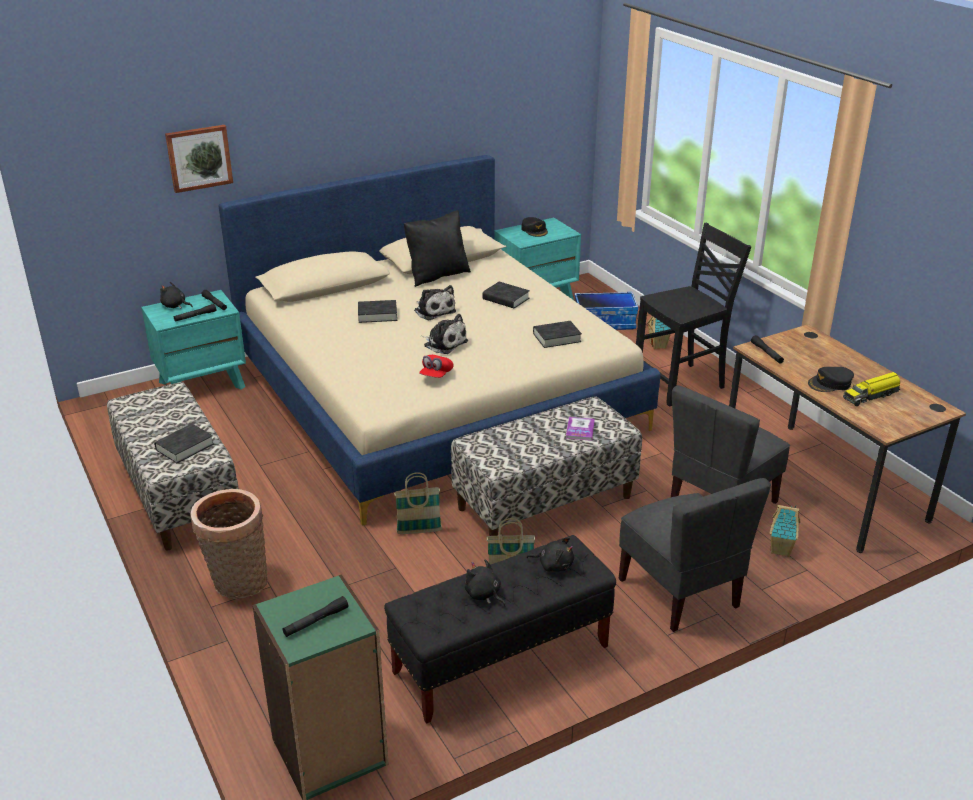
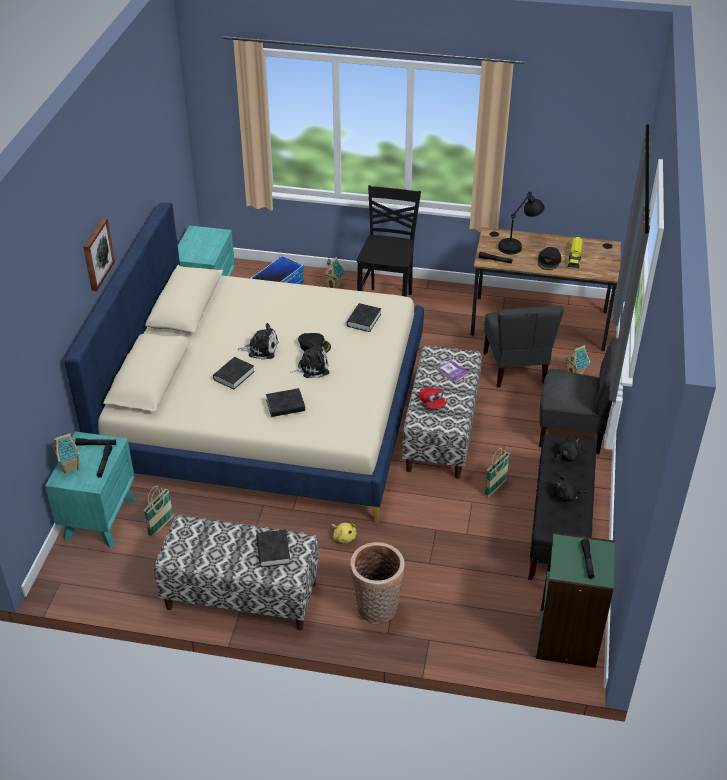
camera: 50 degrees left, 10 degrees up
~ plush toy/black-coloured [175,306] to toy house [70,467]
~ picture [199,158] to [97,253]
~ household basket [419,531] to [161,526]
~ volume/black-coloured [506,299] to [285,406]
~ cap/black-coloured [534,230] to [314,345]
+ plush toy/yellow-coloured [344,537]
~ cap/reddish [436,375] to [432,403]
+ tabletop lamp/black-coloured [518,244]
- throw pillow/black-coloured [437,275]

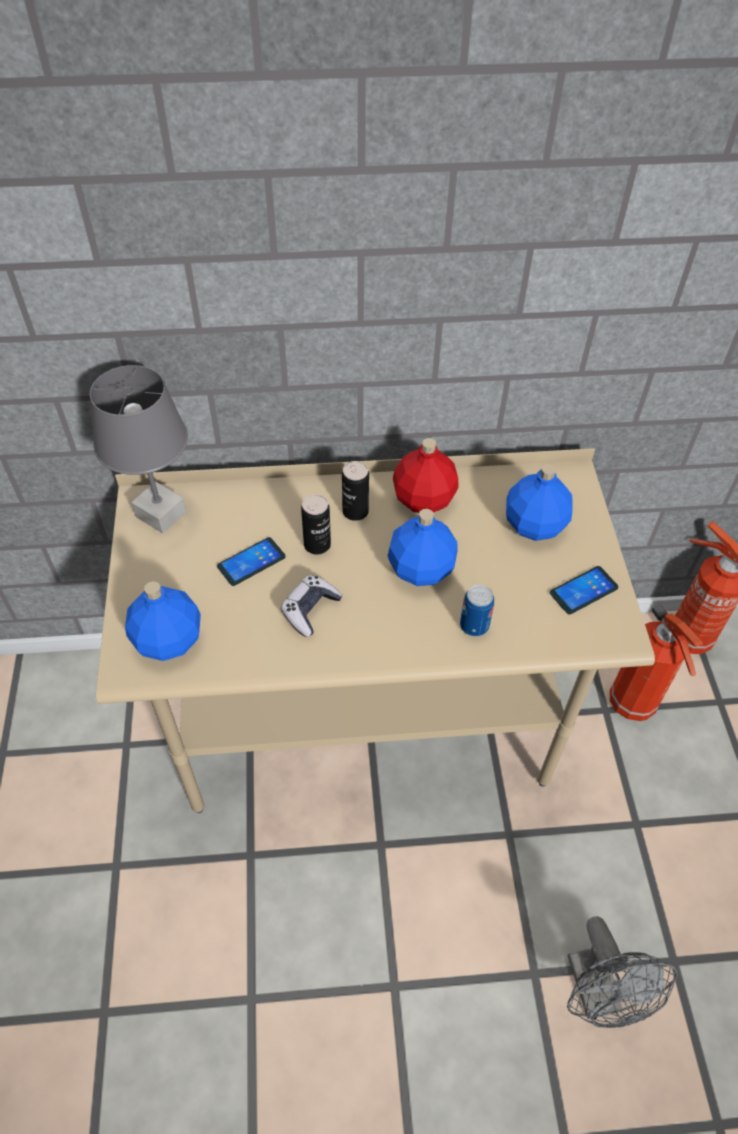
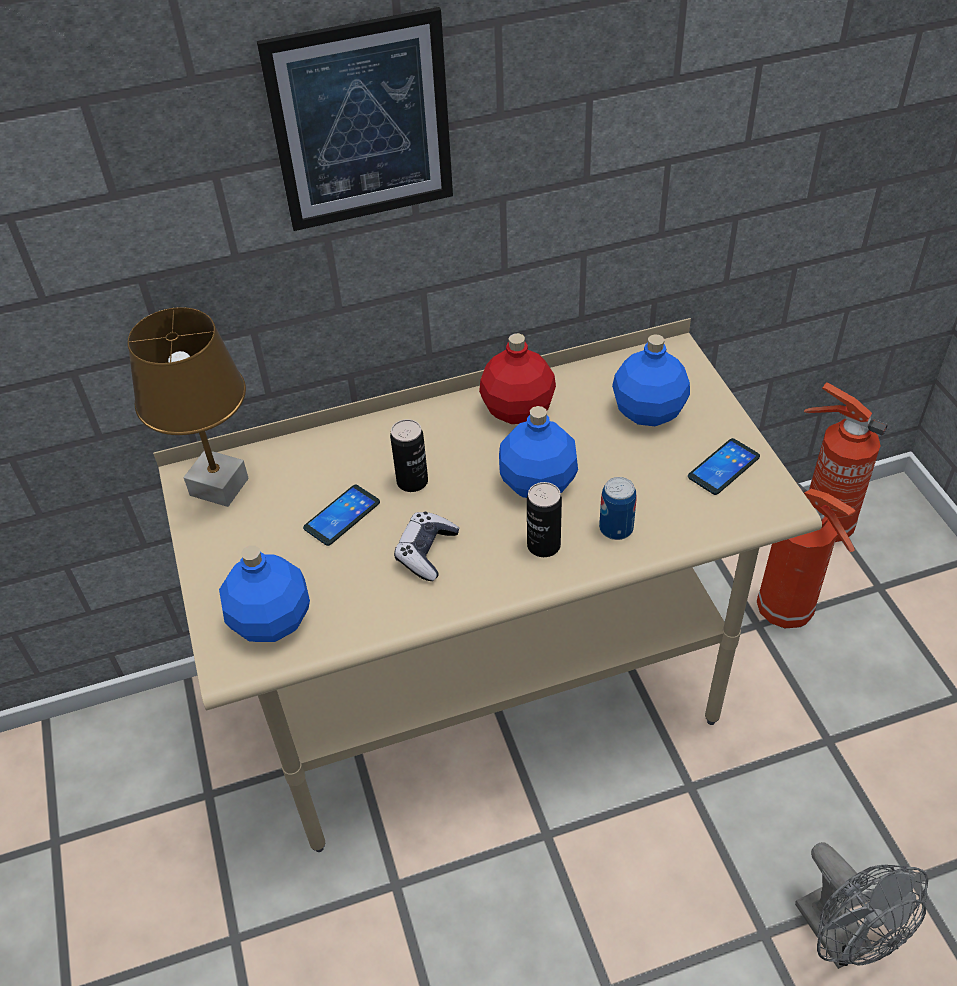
camera: 10 degrees left, 5 degrees down
~ tabletop lamp/greyish [162,514] to tabletop lamp/brown-coloured [220,486]
+ picture [362,123]
~ can [355,511] to [543,545]

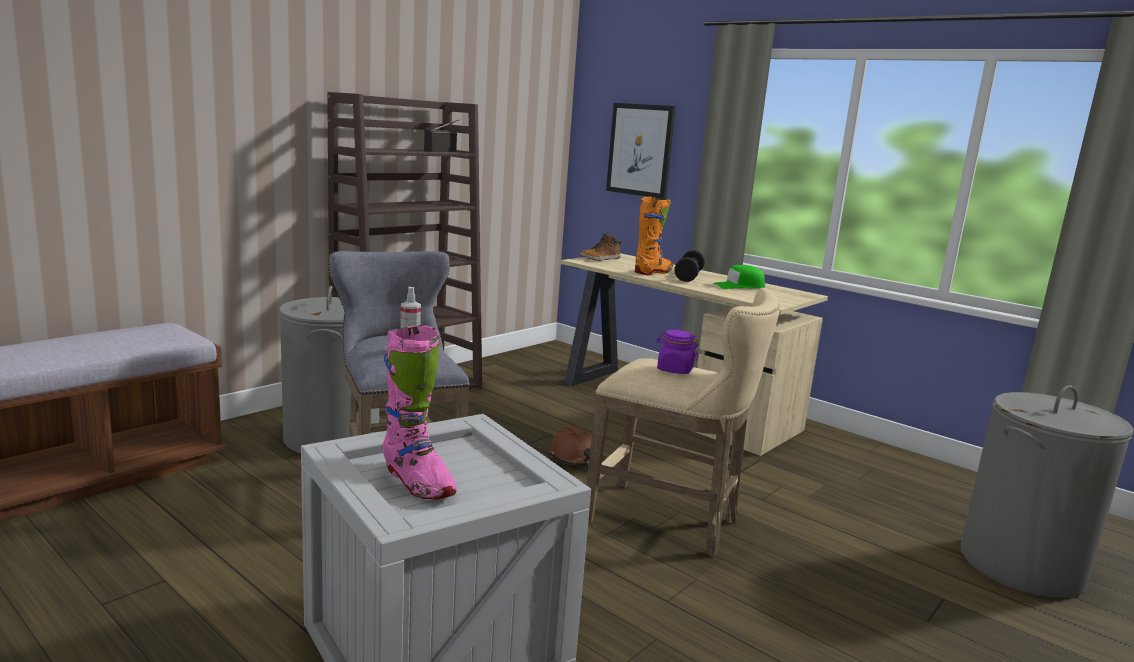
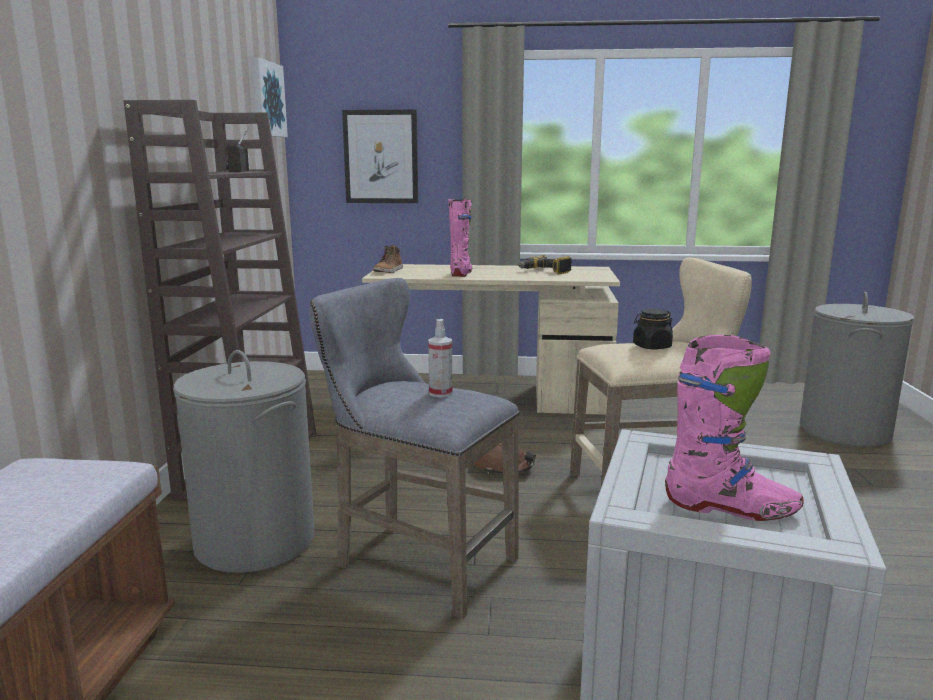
camera: 35 degrees left, 0 degrees up
+ picture [267,99]
~ tall boot/orangey [653,272] to tall boot/pink [461,274]
~ cap/green [739,286] to power drill [545,271]
~ preserve jar/purple-coloured [674,370] to preserve jar/black-coloured [651,347]
- free weight/black-coloured [688,276]

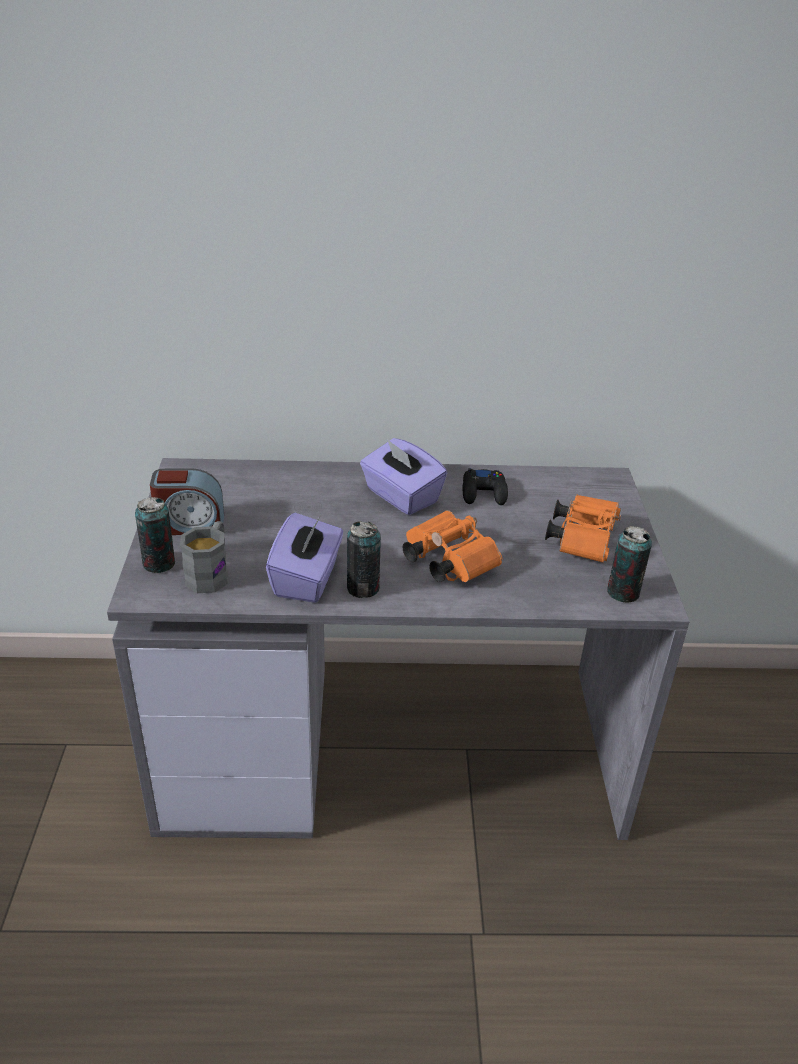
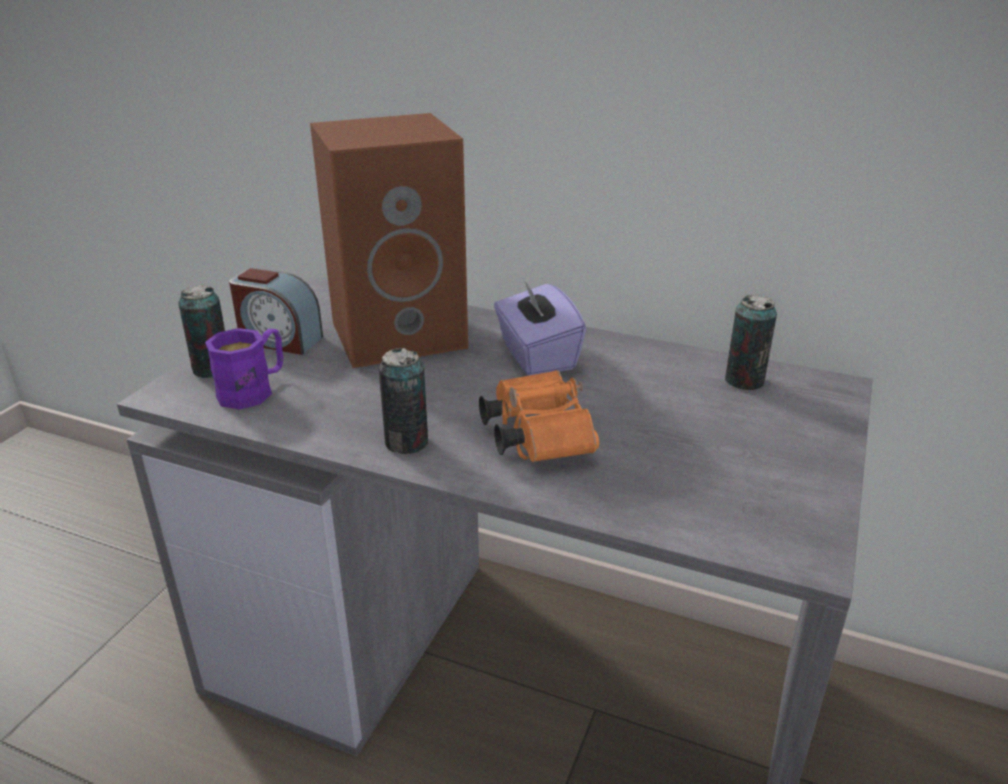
camera: 25 degrees right, 5 degrees down
~ tea mug/greyish [211,573] to tea mug/purple-coloured [254,390]
+ loudspeaker/brown-coloured [401,333]
~ can [623,593] to [744,381]
- tissue box/purple-coloured [307,579]
- joypad/black-coloured [484,493]
- pair of binoculars/orangey [583,539]

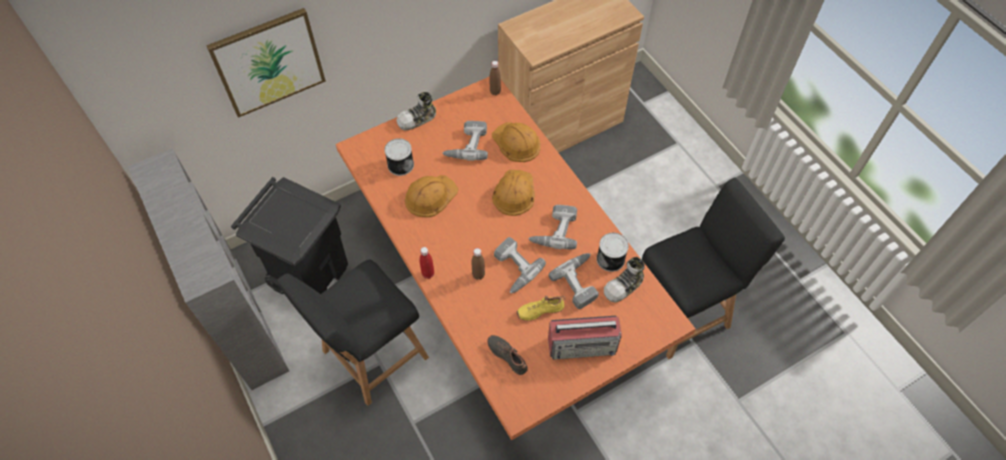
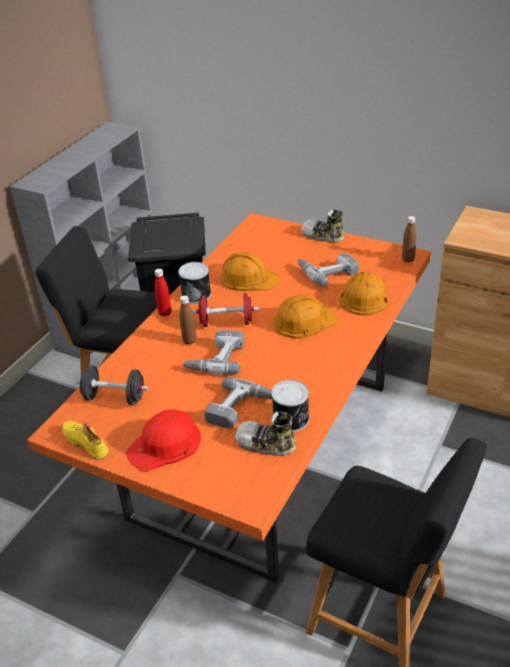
camera: 60 degrees right, 20 degrees down
~ item of footwear/yellow-coloured [540,309] to [87,442]
~ item of footwear/black-coloured [508,355] to free weight/black-coloured [115,398]
~ radio receiver [583,345] to hard hat/reddish [165,444]
~ can [400,164] to [196,294]
+ free weight/reddish [226,322]
- picture [268,62]
- power drill [554,230]

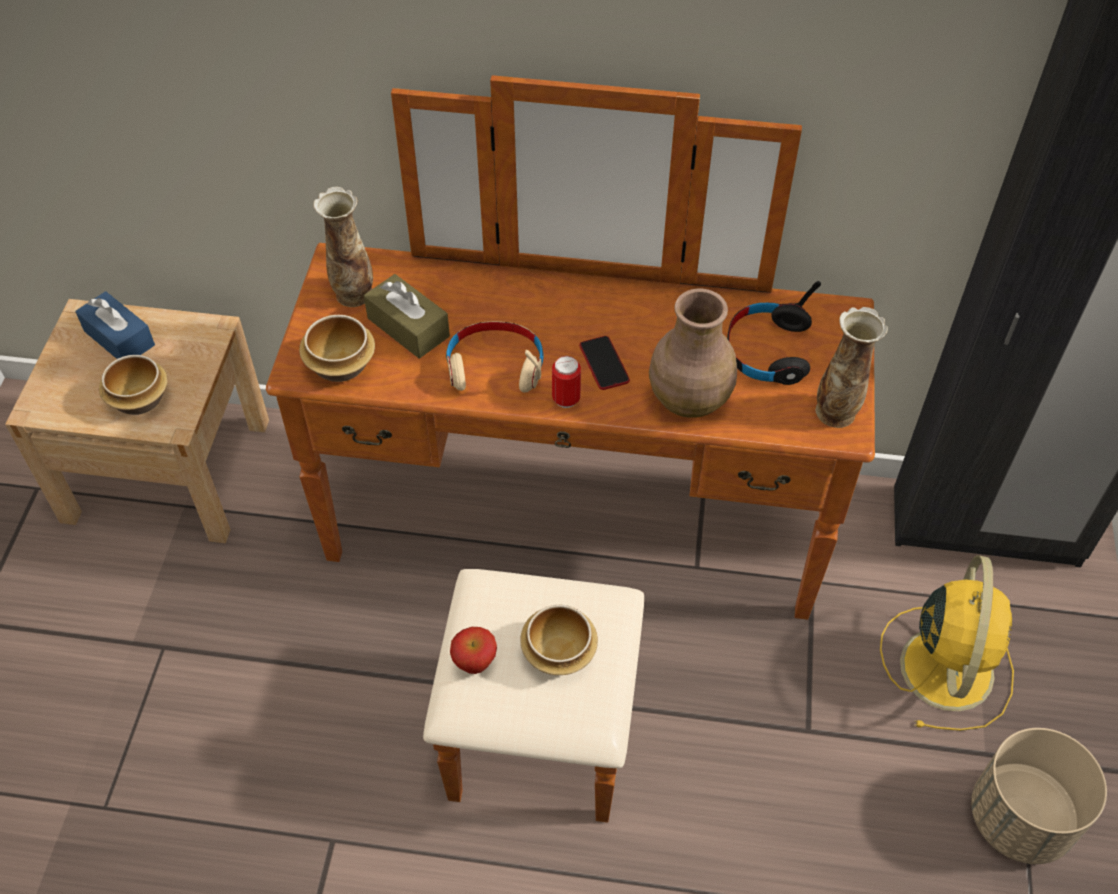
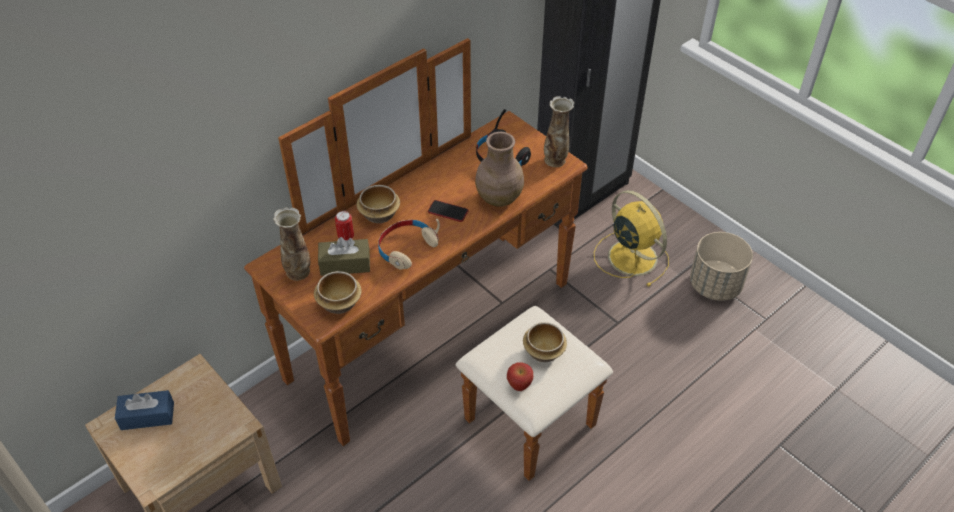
camera: 50 degrees left, 5 degrees down
~ can [566,399] to [346,237]
~ bowl [138,400] to [378,215]

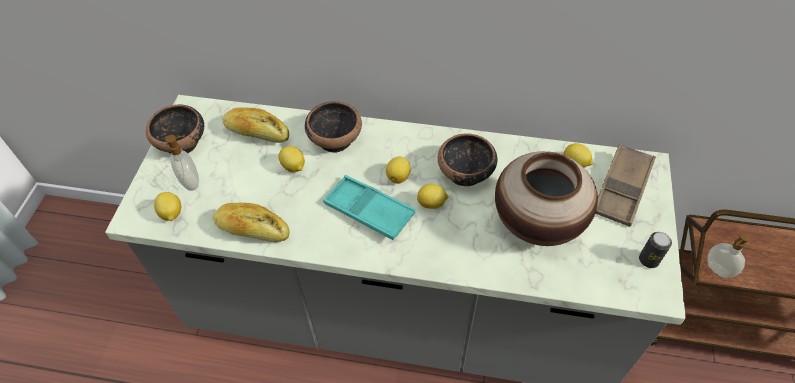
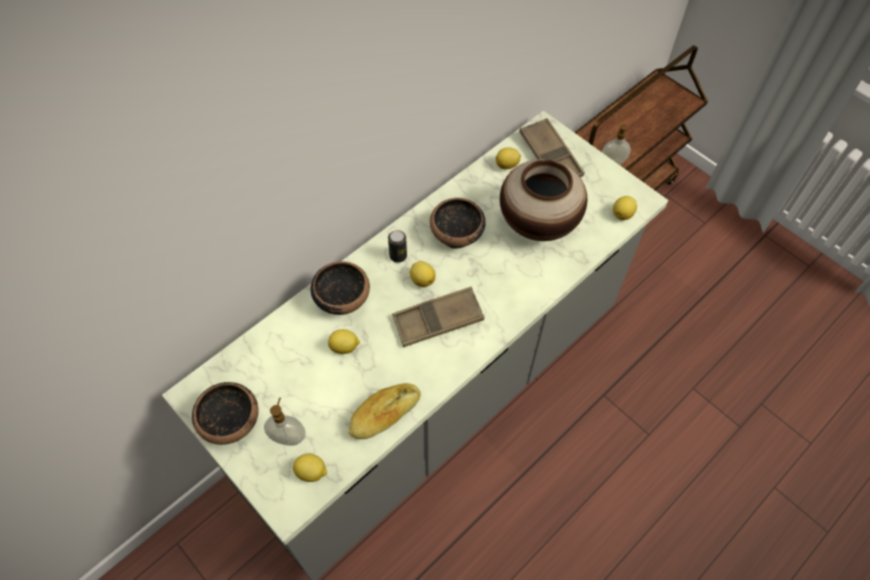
camera: 55 degrees left, 5 degrees up
~ can [648,260] to [398,256]
~ serving tray/turquoise-coloured [369,211] to serving tray/brown-coloured [438,320]
~ lemon [432,203] to [623,214]
- bakery bread [257,132]

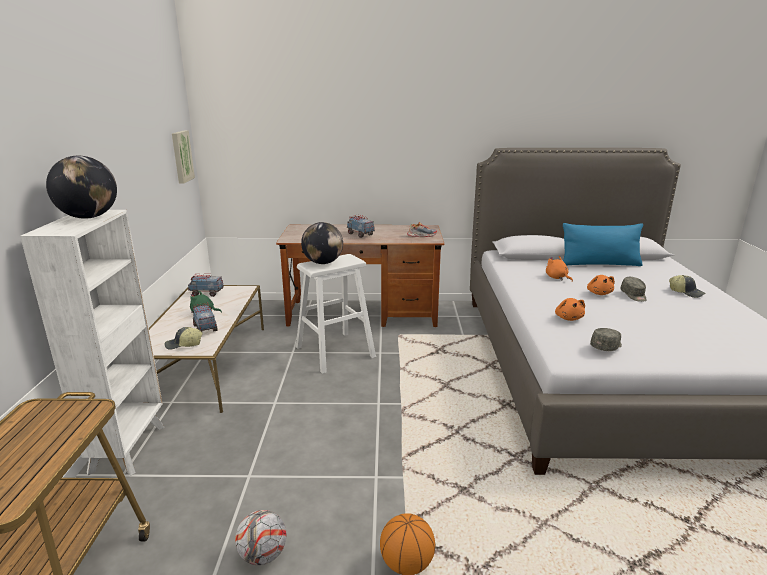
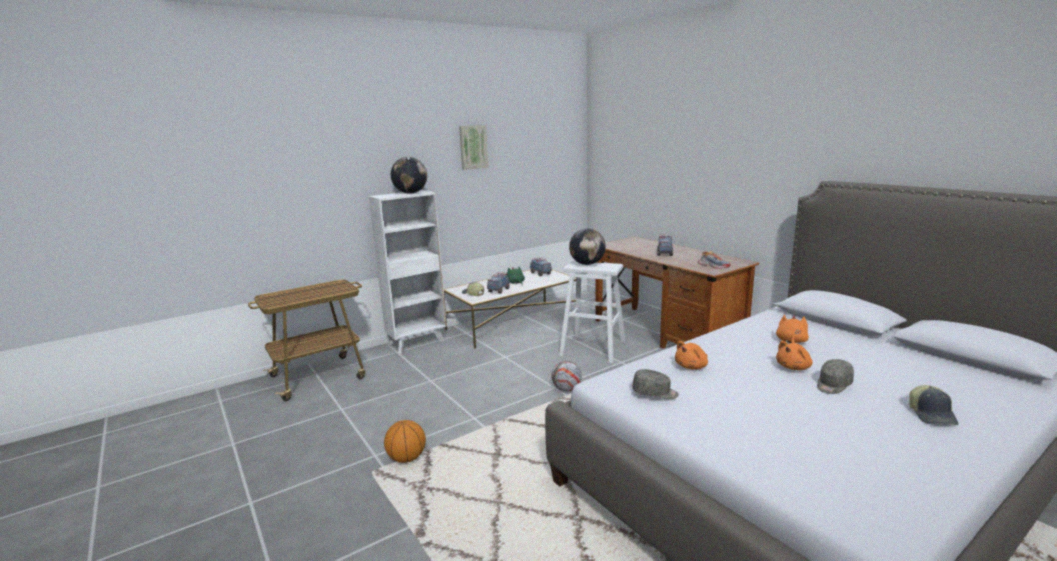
camera: 55 degrees right, 5 degrees down
~ picture [181,156] to [473,147]
~ football ball [262,555] to [566,389]
- throw pillow/bluish [599,264]

